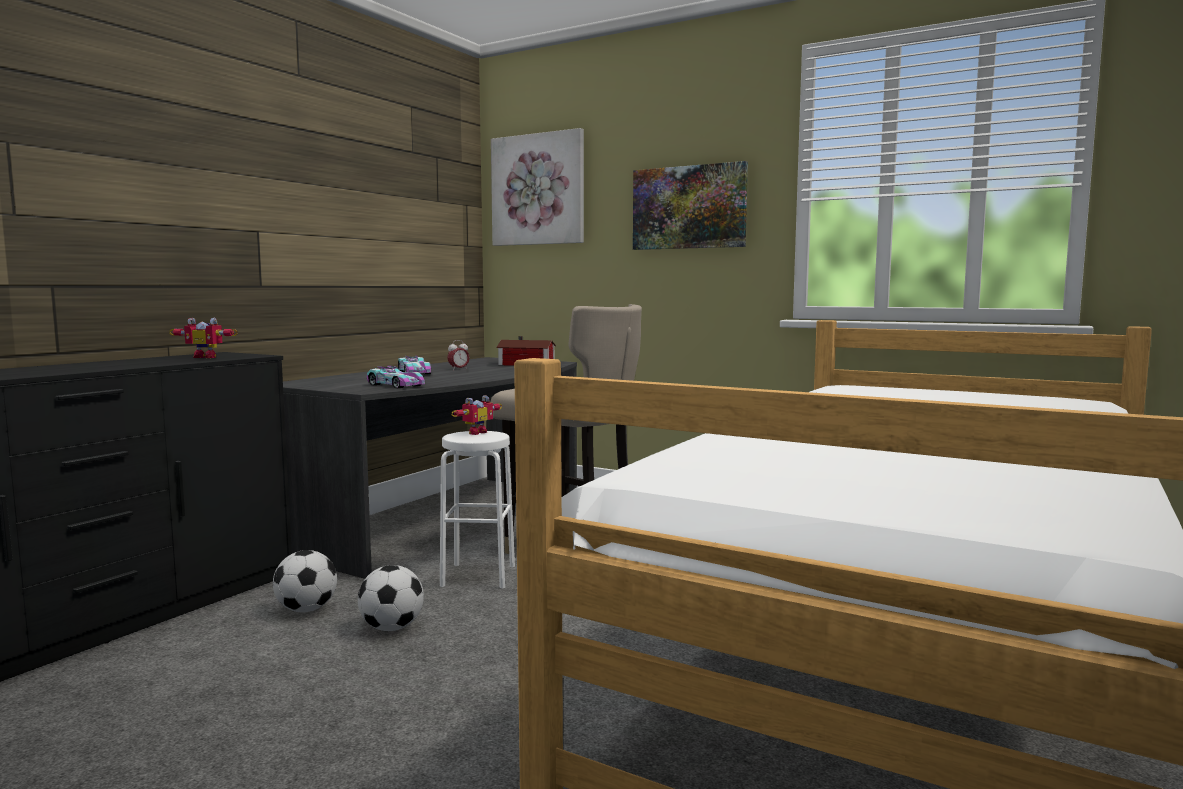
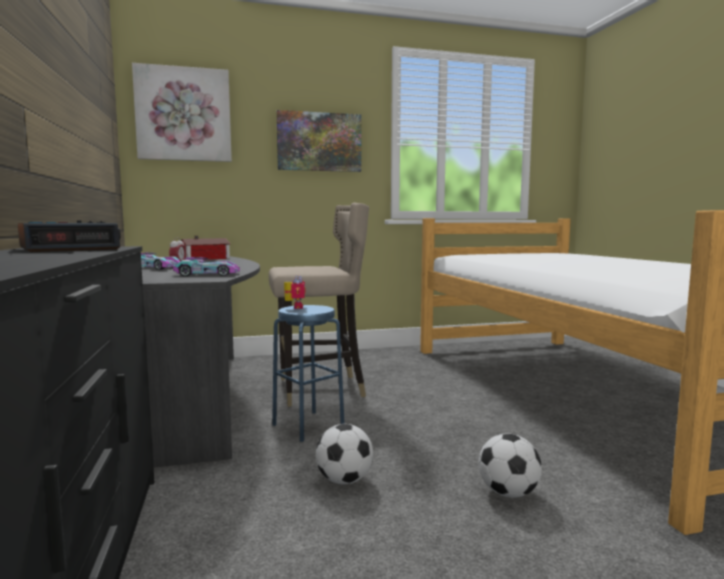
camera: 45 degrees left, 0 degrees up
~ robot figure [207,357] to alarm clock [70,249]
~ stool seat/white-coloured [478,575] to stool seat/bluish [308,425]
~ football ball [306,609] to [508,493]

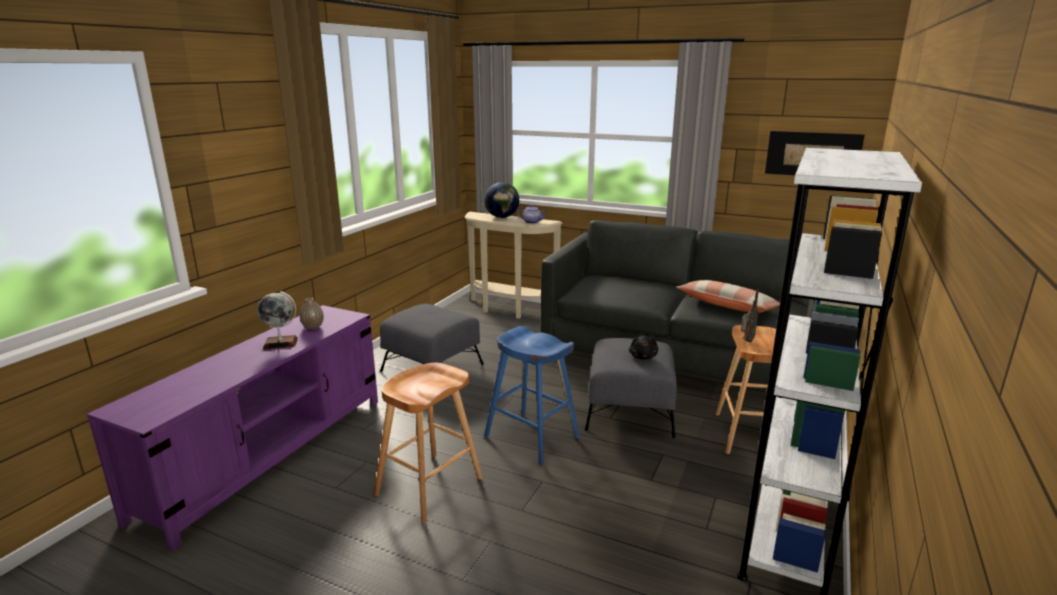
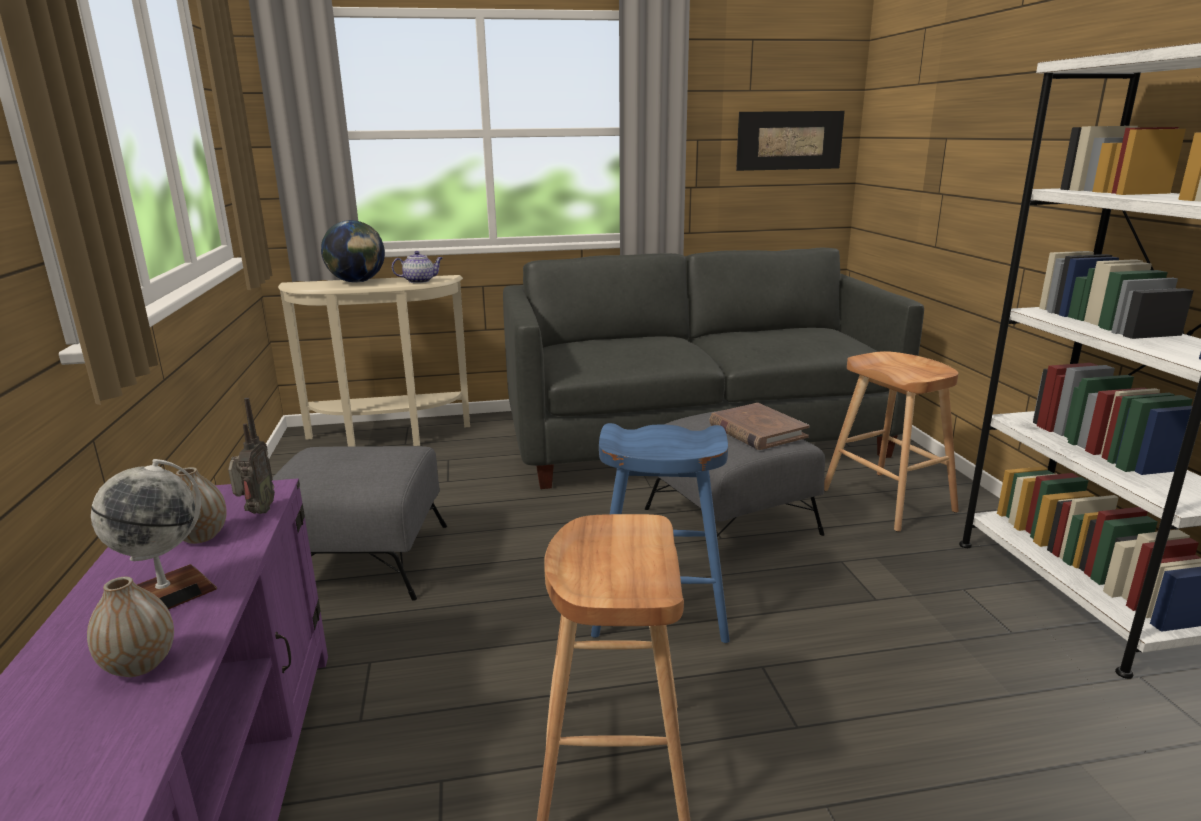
camera: 35 degrees left, 0 degrees up
+ vase [140,665]
~ radio receiver [746,341] to [256,512]
~ plush toy/black-coloured [643,357] to volume/brown-coloured [757,431]
- throw pillow [727,306]

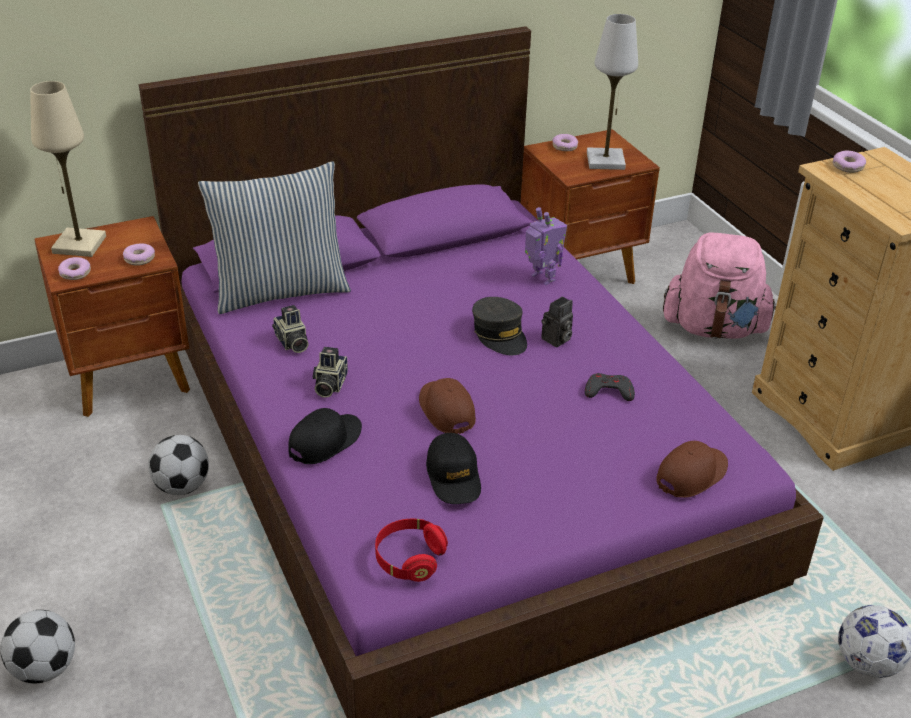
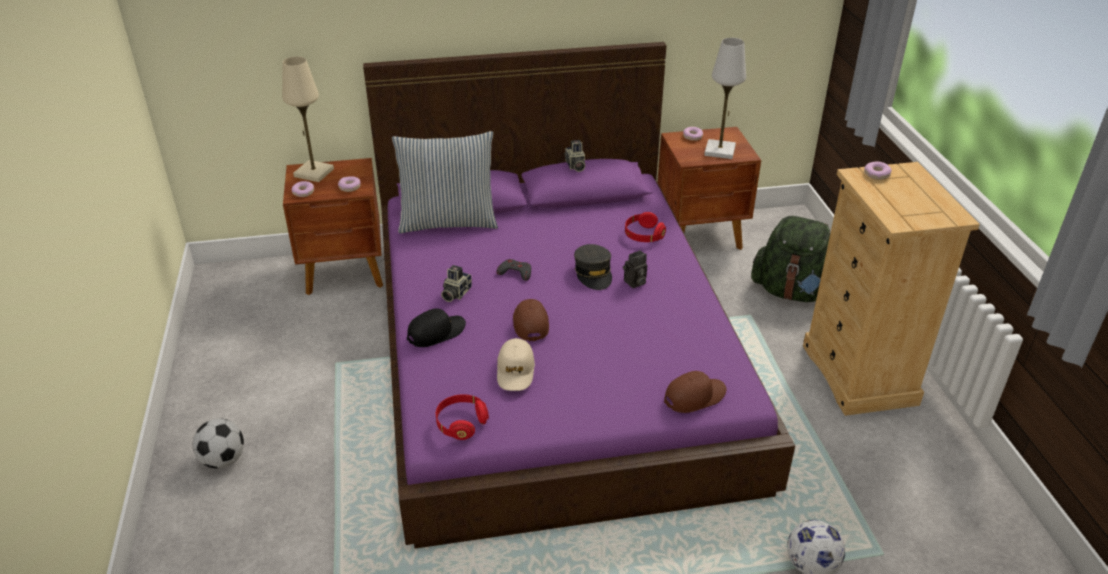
camera: 15 degrees right, 0 degrees up
~ joypad/greyish [608,391] to [515,272]
~ cap/black-coloured [454,477] to cap/sand-coloured [515,371]
~ photo camera [291,343] to [575,166]
~ robot figure [542,278] to headphones/reddish [643,235]
~ knapsack/pink [714,328] to knapsack/green [792,292]
- football ball [182,486]

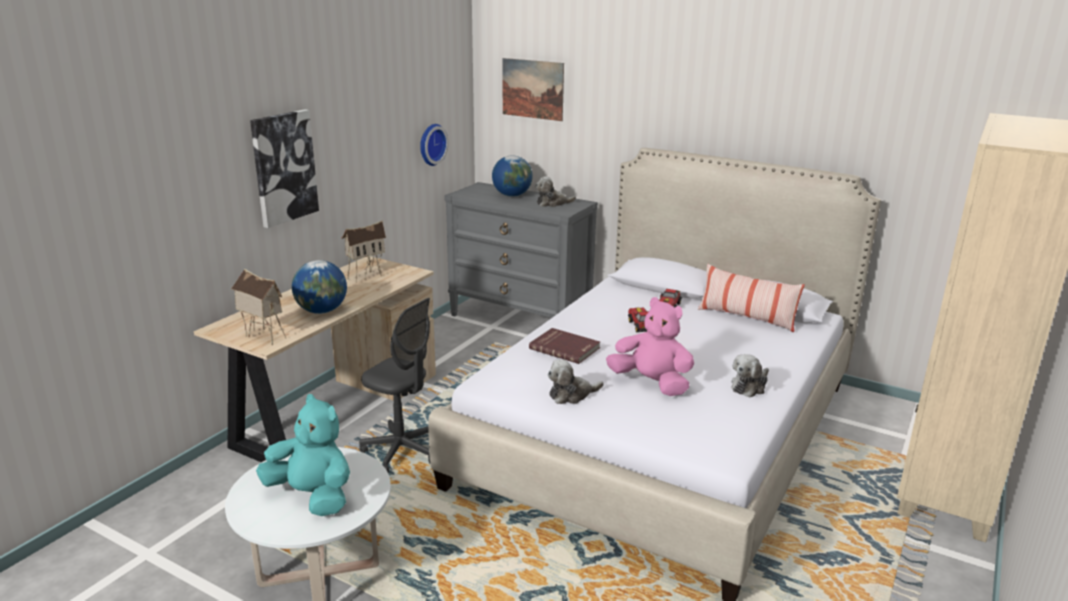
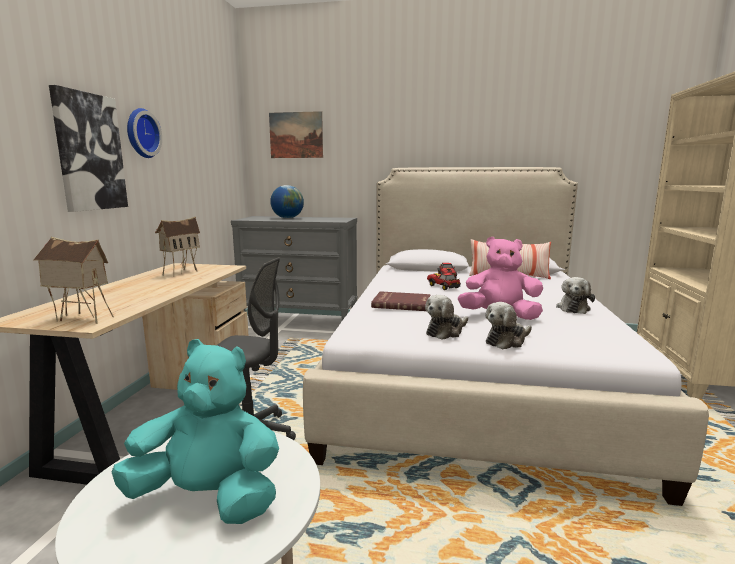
camera: 20 degrees left, 10 degrees down
~ clock on the wall [431,144] to [140,133]
~ plush toy [552,203] to [507,341]
- world globe [321,311]

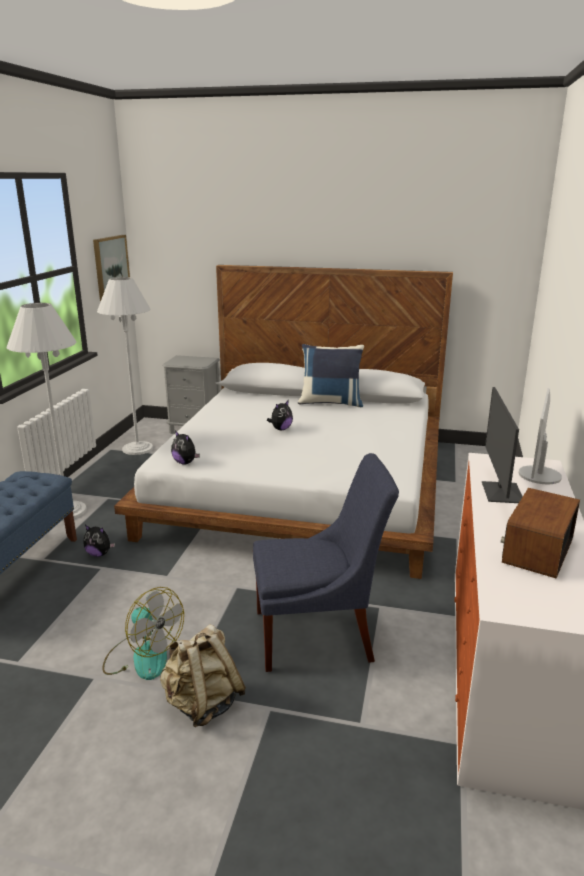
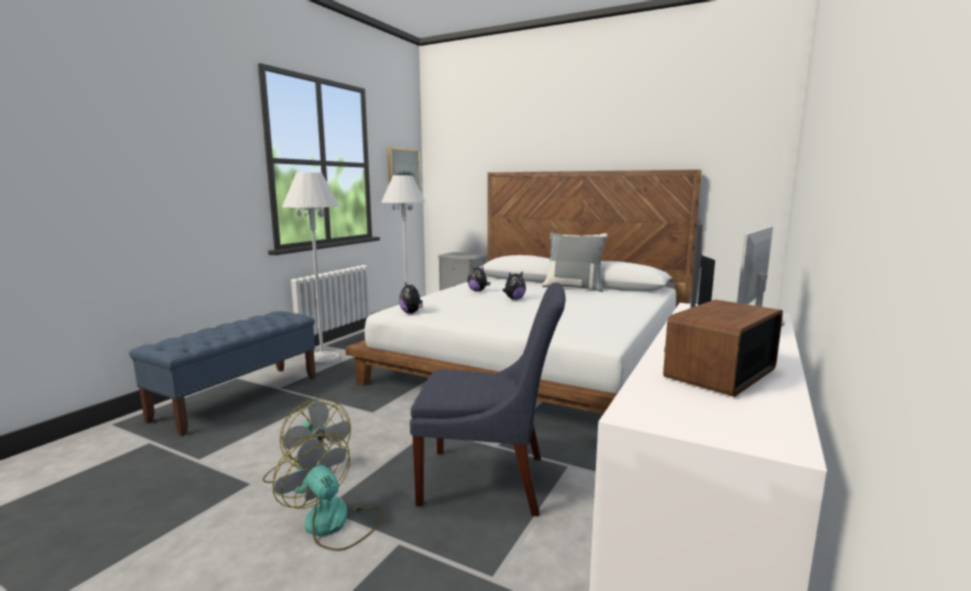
camera: 15 degrees right, 10 degrees down
~ knapsack/sand-coloured [202,704] to fan [334,524]
~ plush toy [99,554] to [478,291]
~ throw pillow/bluish [331,402] to throw pillow/greyish [574,287]

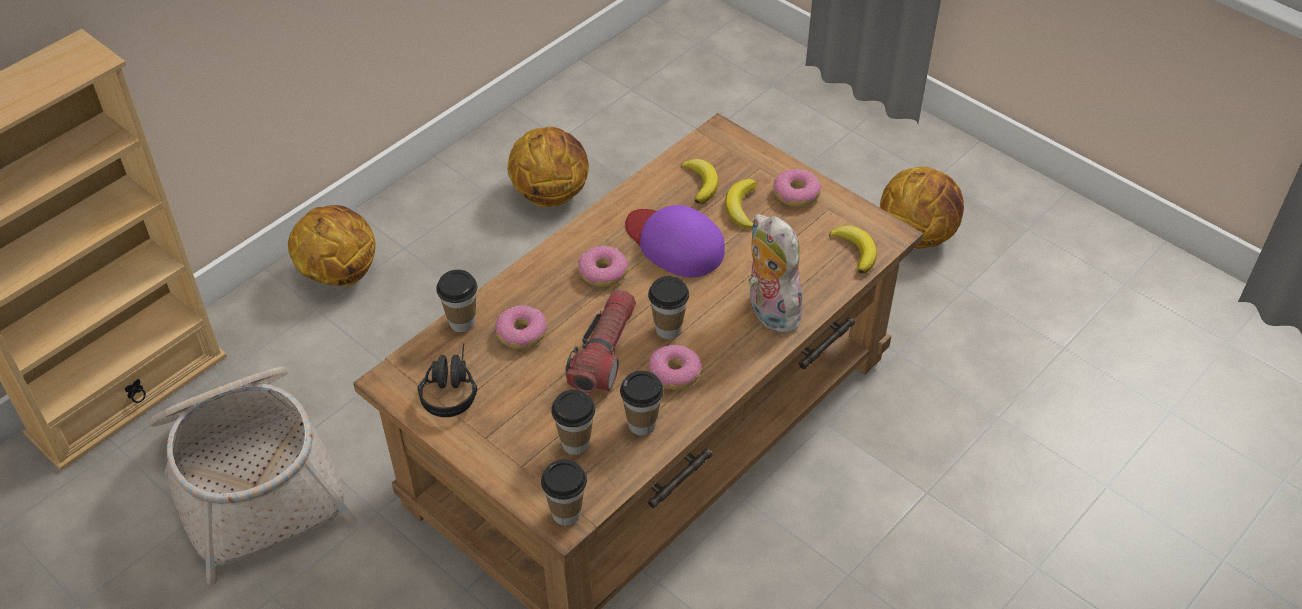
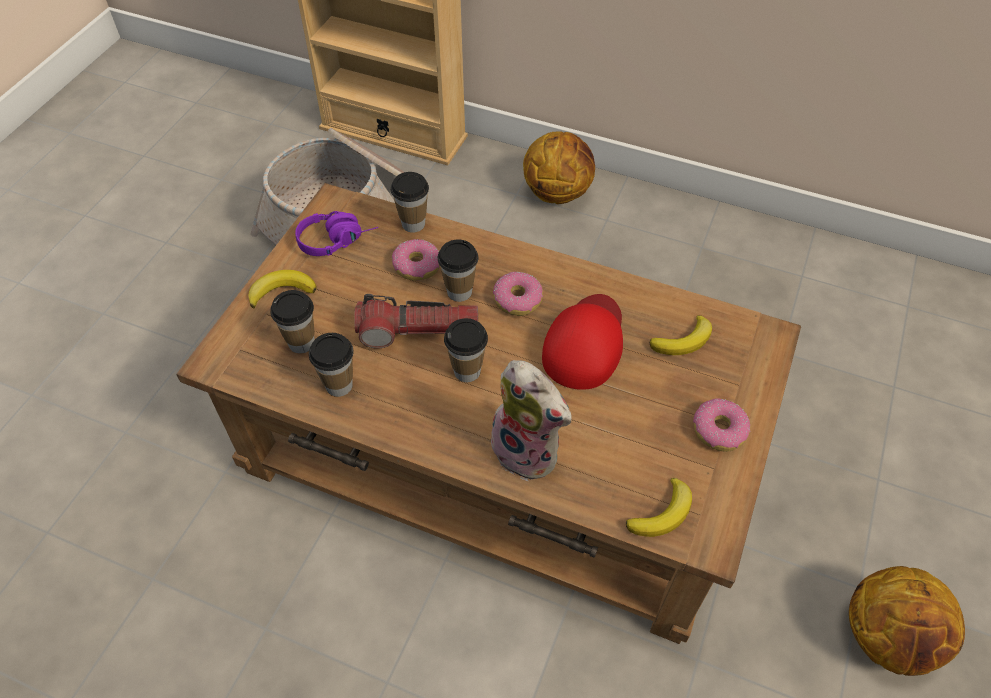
camera: 70 degrees right, 5 degrees up
~ banana fruit [741,207] to [282,291]
~ headphones/black-coloured [450,387] to headphones/purple-coloured [338,240]
~ small cup [566,513] to [459,292]
~ plush toy [769,311] = [529,451] 90 degrees clockwise
~ cap/purple-coloured [674,243] to cap/reddish [585,343]
- ball for basketball [550,193]
- donut [675,373]

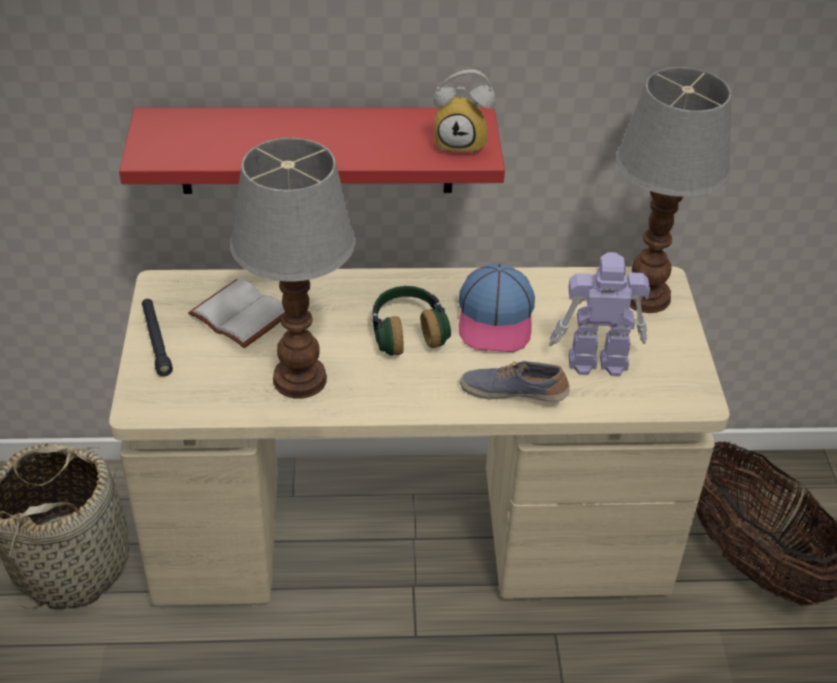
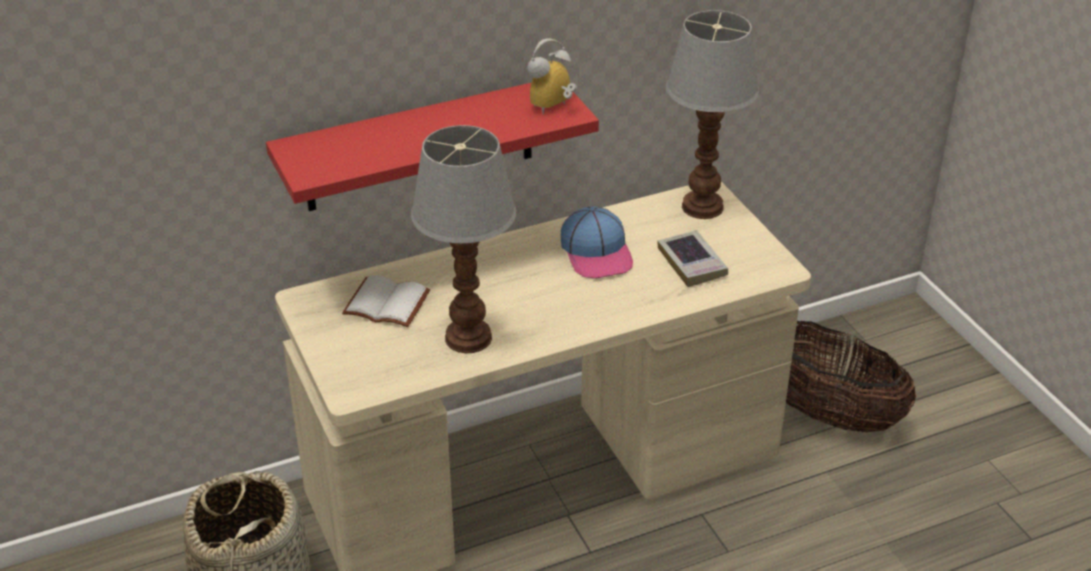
camera: 20 degrees left, 5 degrees down
~ alarm clock [462,143] = [553,108] 150 degrees clockwise
~ robot figure [595,361] to volume [692,263]
- hand torch/black-coloured [156,341]
- headphones [407,332]
- item of footwear [513,392]

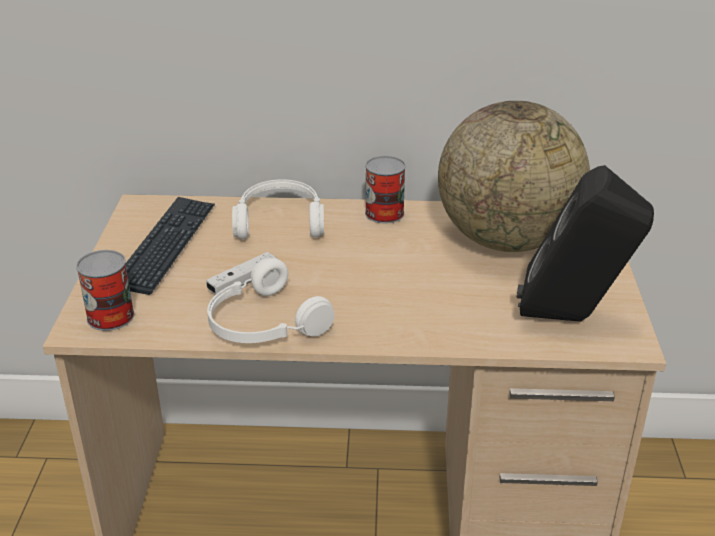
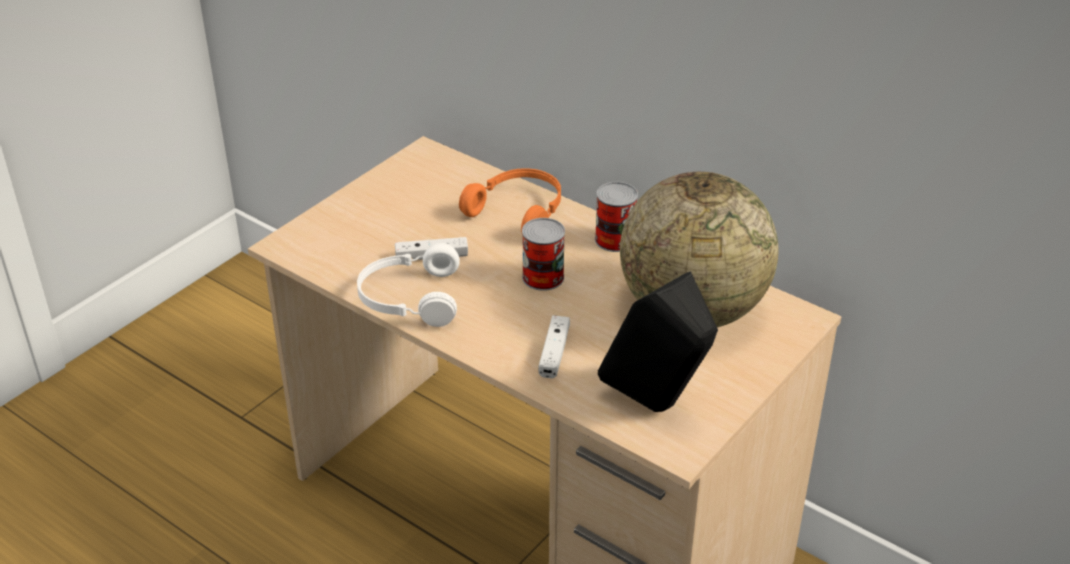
camera: 35 degrees right, 5 degrees up
~ headphones/white-coloured [280,220] to headphones/orangey [519,211]
~ can [110,316] to [543,277]
+ joypad/white-coloured [554,353]
- keyboard [166,245]

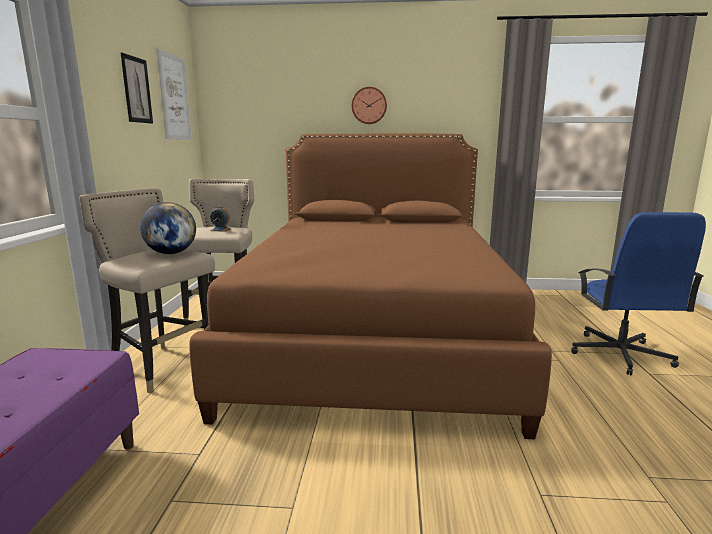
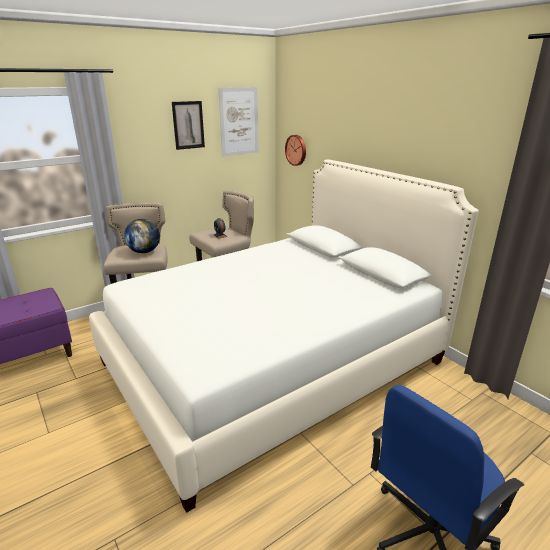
camera: 50 degrees right, 10 degrees up
~ bedroom bed/brown-coloured [374,335] to bedroom bed/white-coloured [273,362]
~ clock on the wall [369,105] to [296,150]

